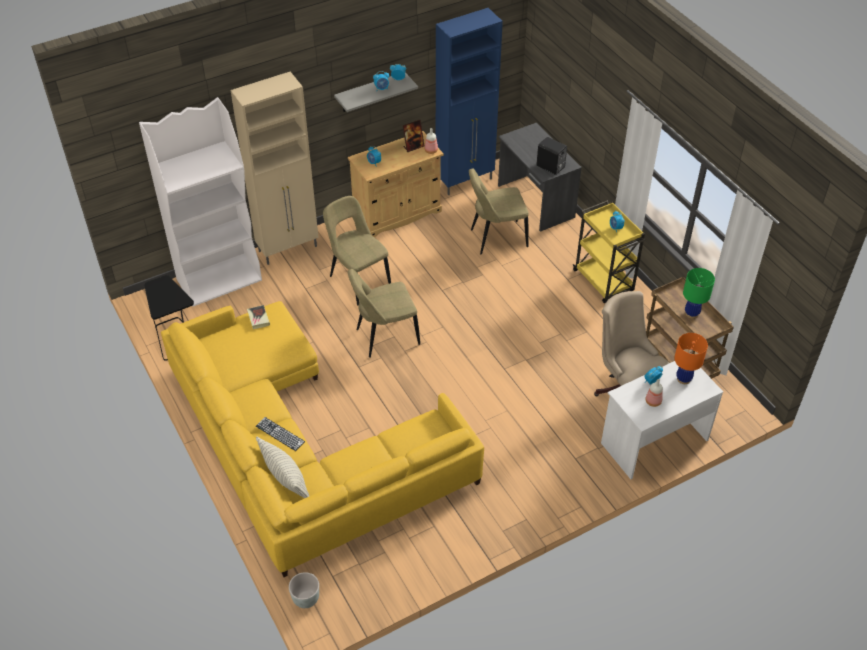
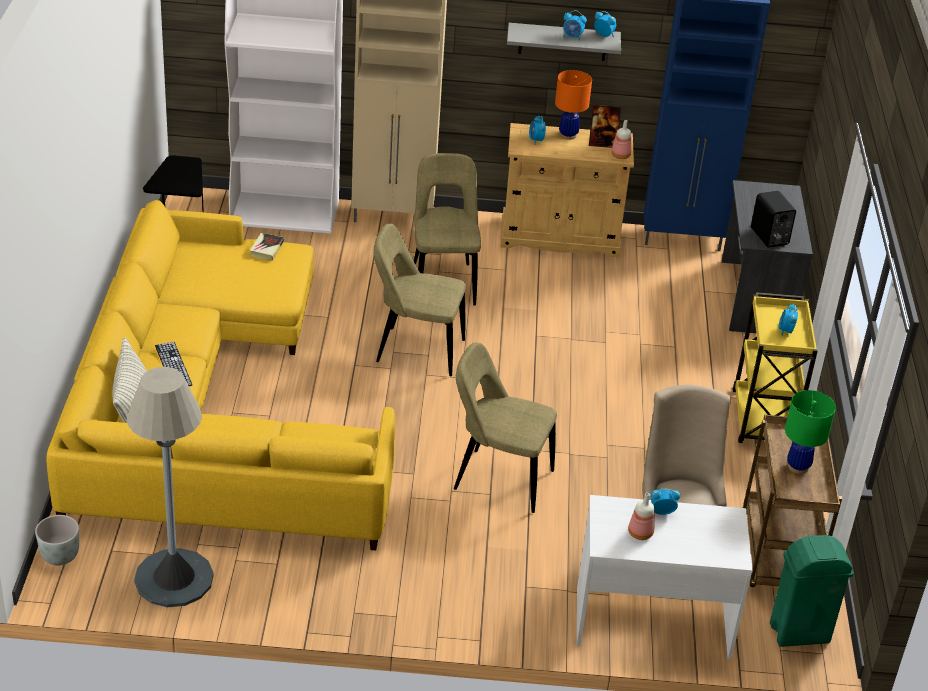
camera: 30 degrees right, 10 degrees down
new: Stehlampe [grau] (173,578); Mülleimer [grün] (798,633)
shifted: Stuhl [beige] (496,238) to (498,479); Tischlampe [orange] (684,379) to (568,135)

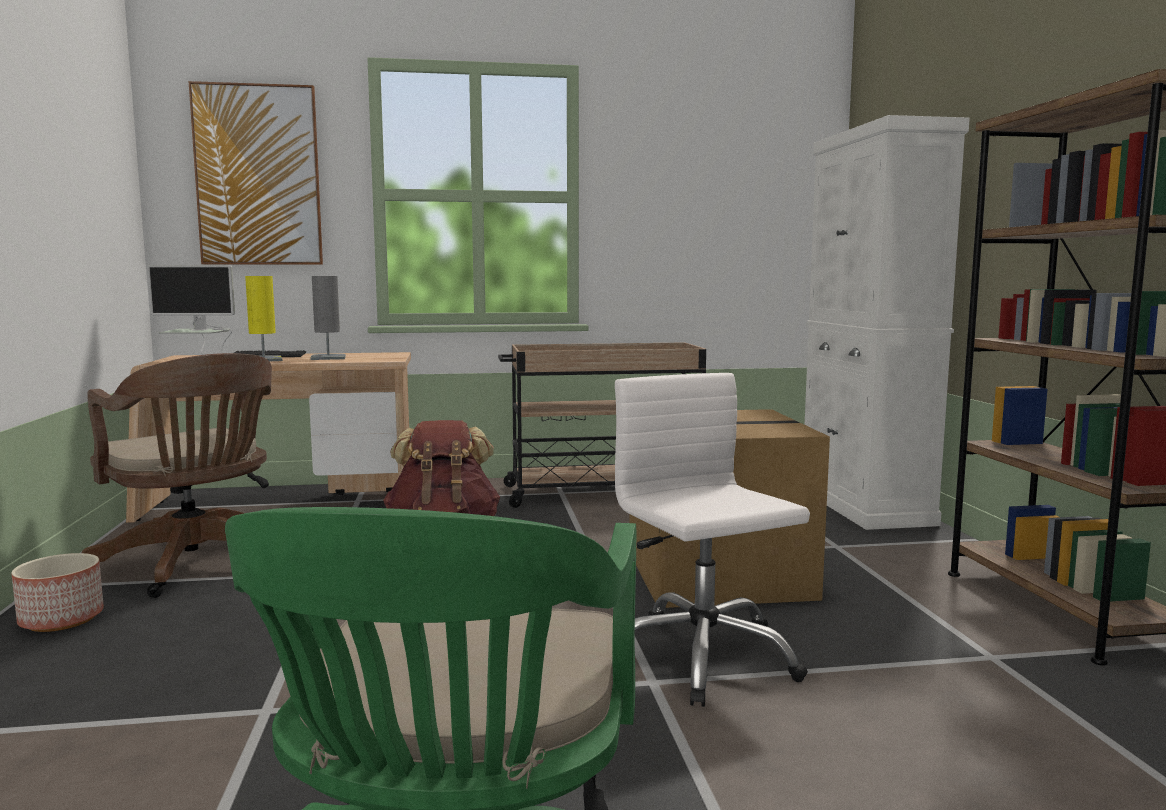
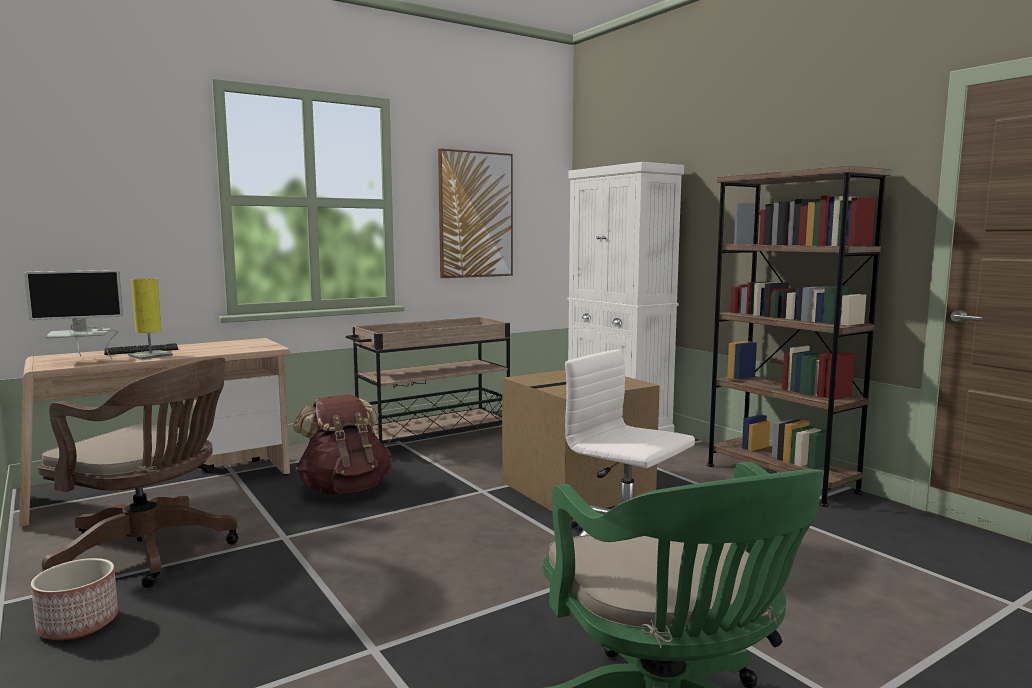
camera: 25 degrees left, 0 degrees up
gone: Tischlampe [grau] (328,358)
shifted: Bild (258,176) to (475,215)

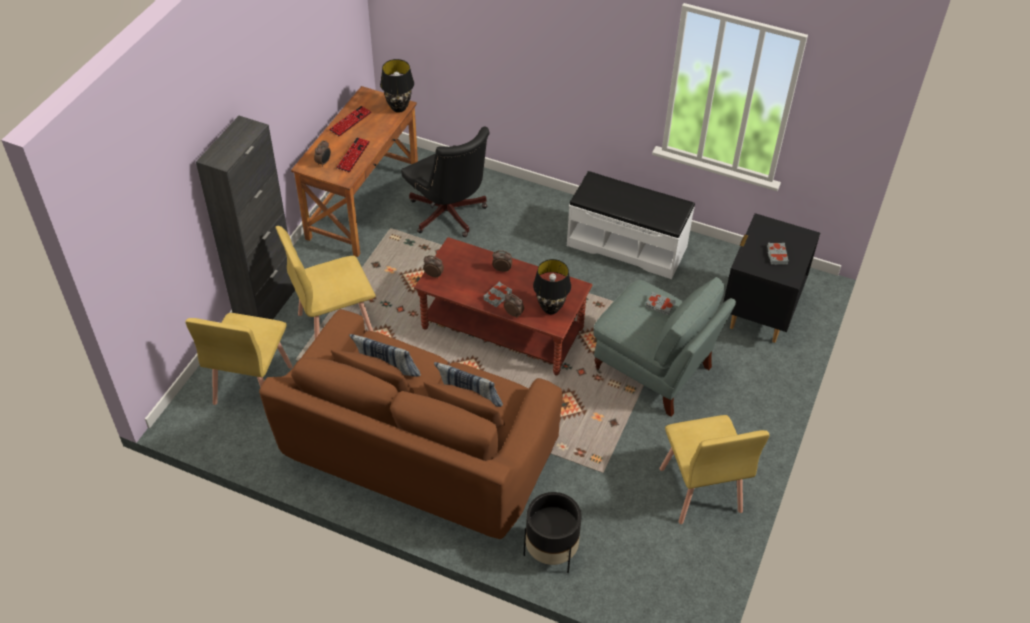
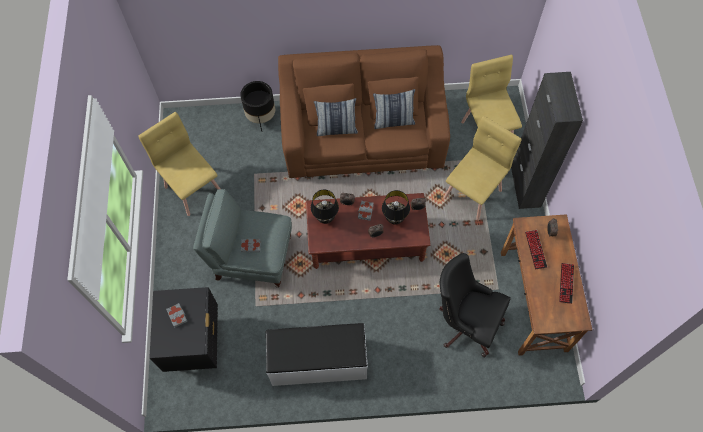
camera: 155 degrees right, 15 degrees up
shifted: Tischlampe [schwarz] (399,108) to (394,219)

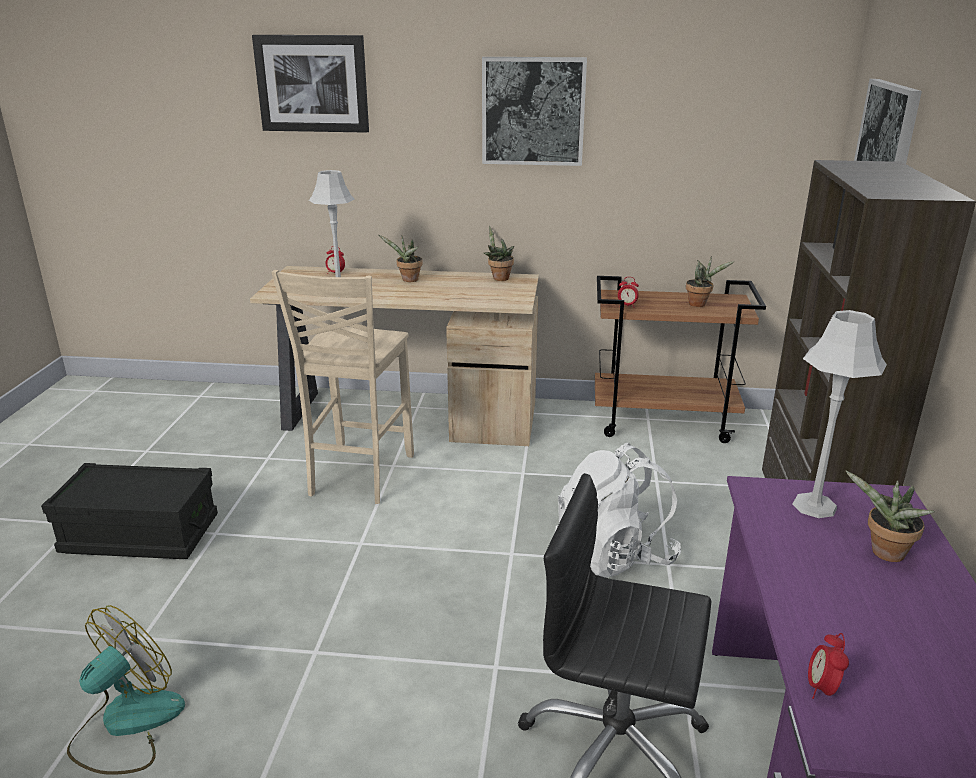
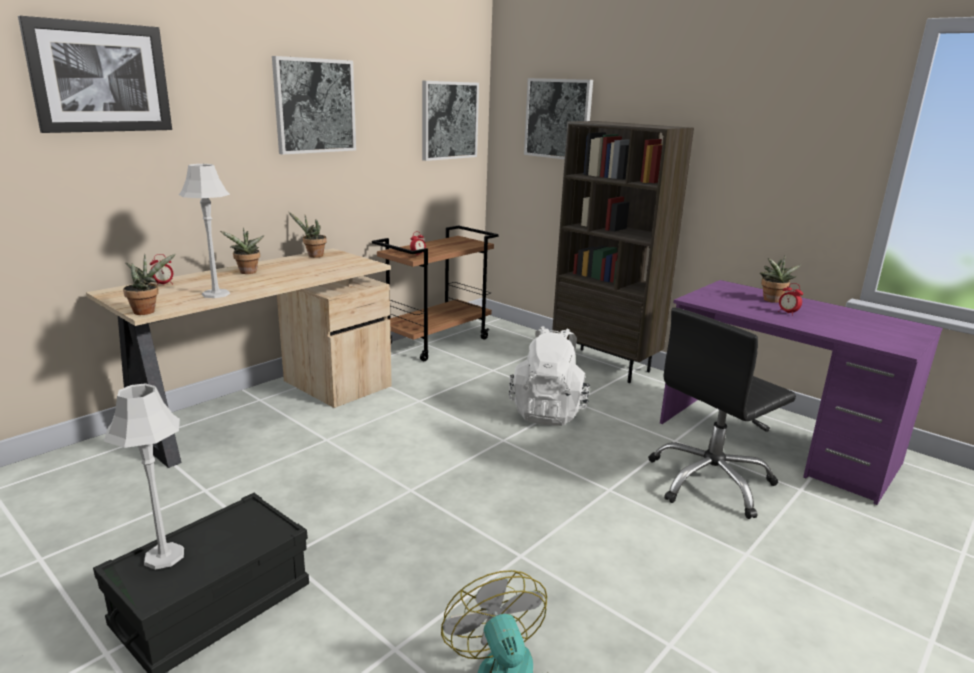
camera: 55 degrees left, 5 degrees down
gone: Stuhl [beige] (358,476)
new: Bild (449,120)
shifted: Topfpflanze (700,304) to (147,311); Tischlampe [grau] (814,506) to (163,556); Wecker (821,688) to (787,313)

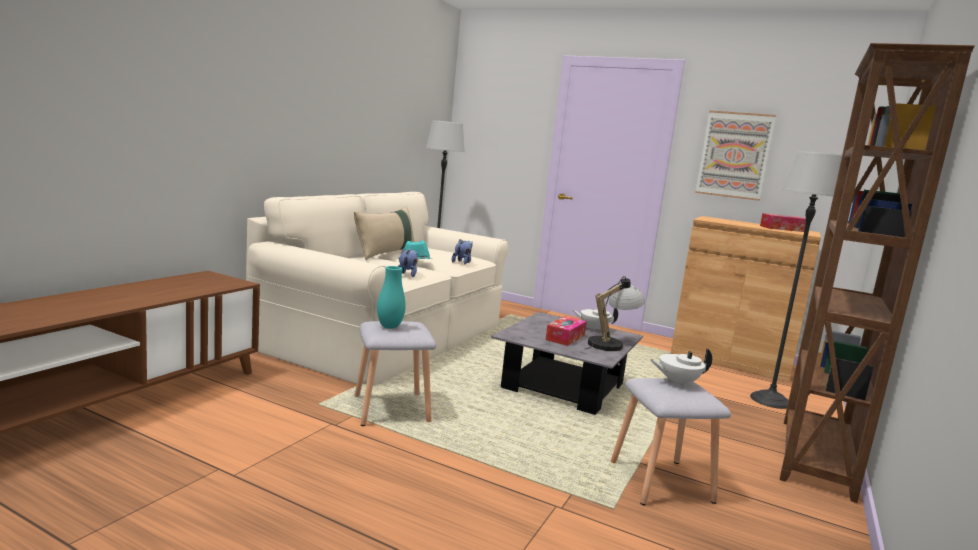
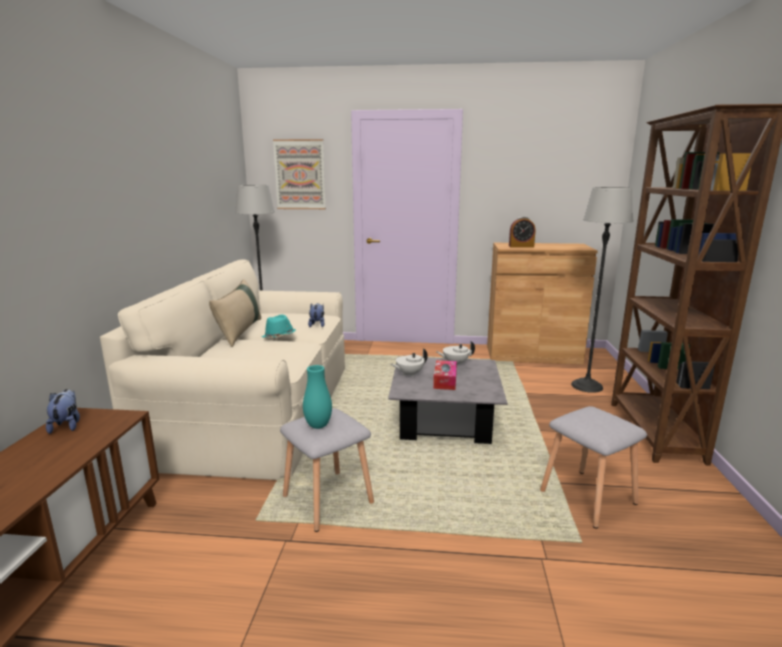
camera: 20 degrees left, 5 degrees up
gone: Tischlampe (611,344); Taschentuchbox (782,229)
new: Wecker (521,246)
shifted: Plüschtier (407,275) to (67,425); Teekanne [weiß] (677,382) to (409,374); Bild (734,155) to (300,174)

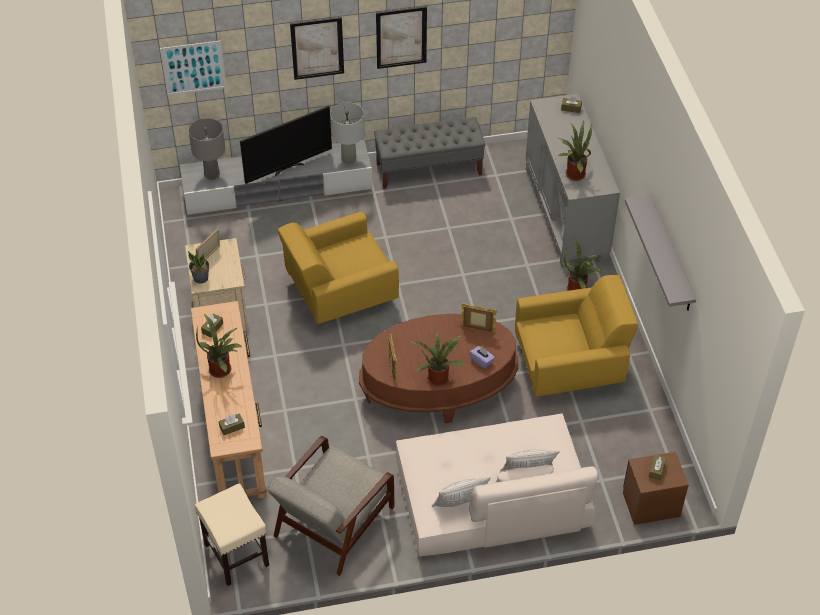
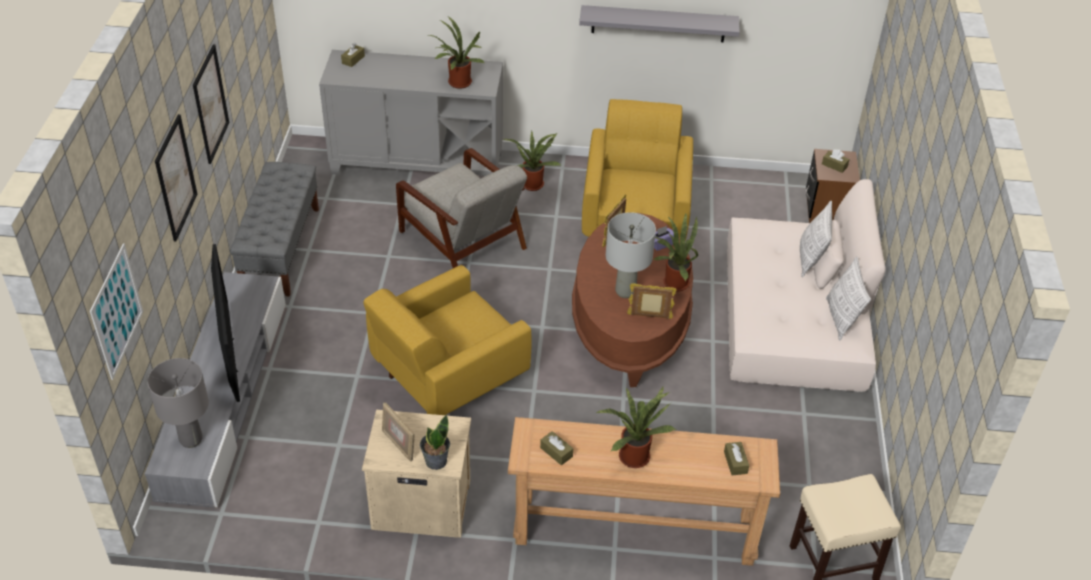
camera: 75 degrees left, 5 degrees down
shifted: Sessel [grau] (332,523) to (464,241); Tischlampe [grau] (349,158) to (625,291)
rotated: Sessel [gelb] (339,293) = (447,376) 60 degrees clockwise

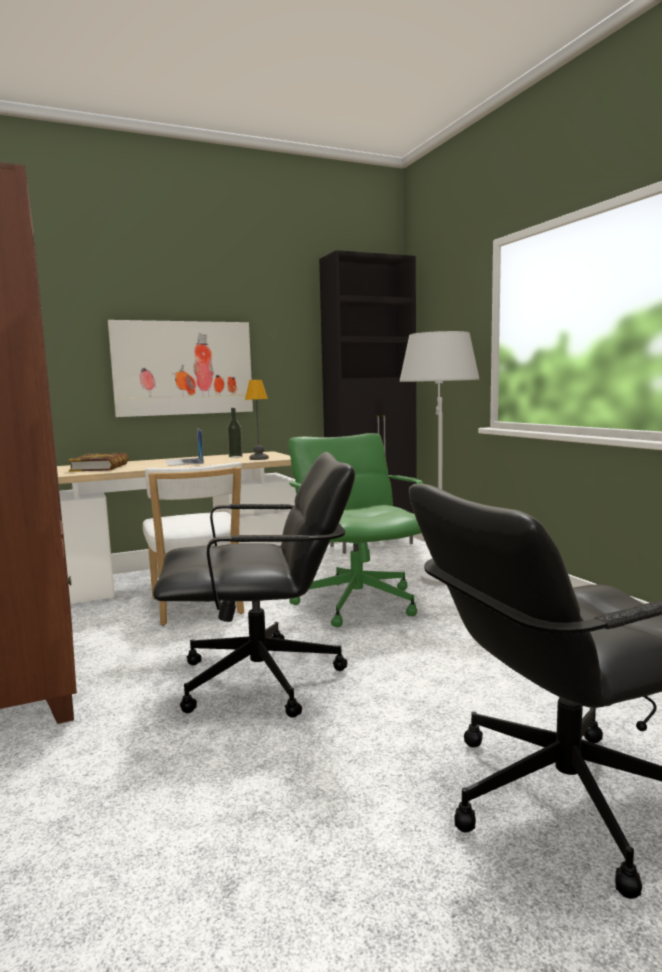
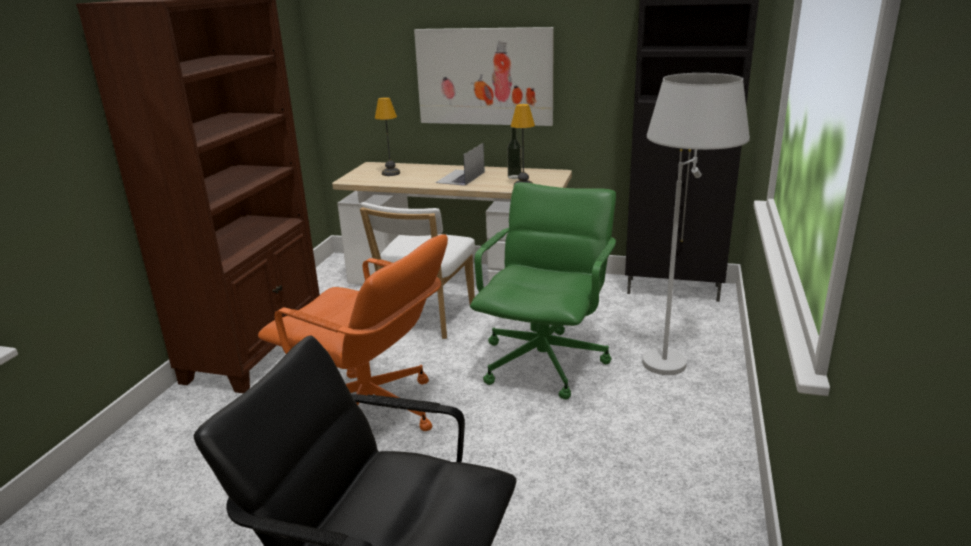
camera: 40 degrees right, 15 degrees up
swapped: Buch (100,467) to Tischlampe (391,173)
repainted: Bürostuhl [schwarz] (262,680) to Bürostuhl [orange] (369,413)

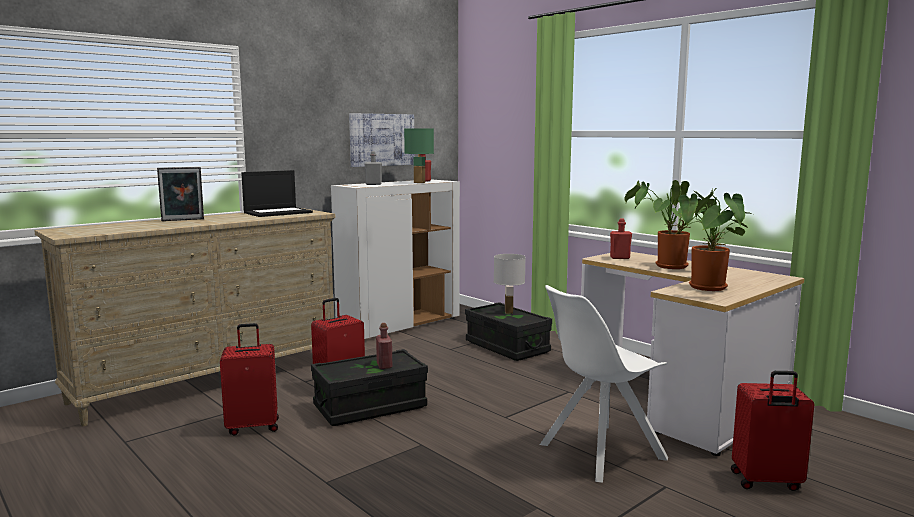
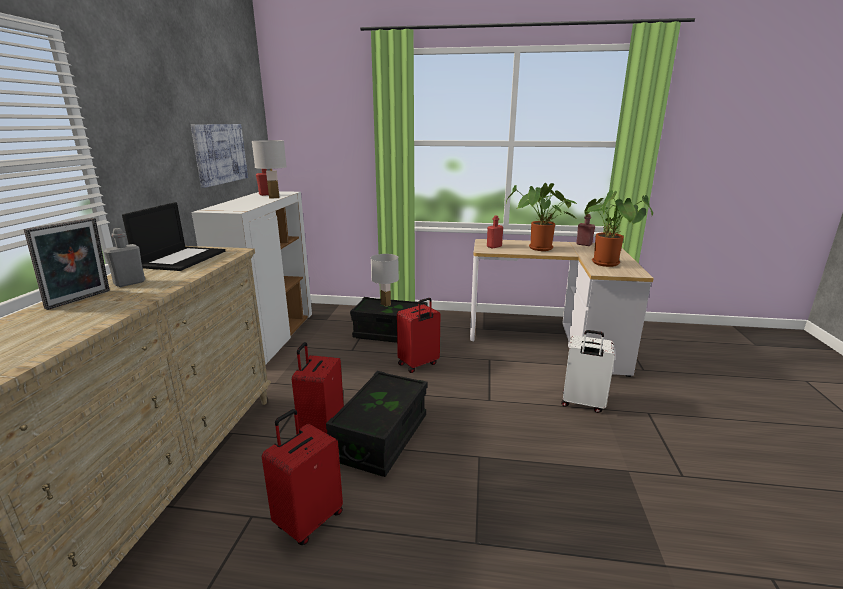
camera: 40 degrees left, 10 degrees up
shifted: Flasche [grau] (373,184) to (129,283); Flasche [rot] (384,365) to (584,244); Koffer [rot] (766,482) to (418,364)
swapped: Stuhl [weiß] (599,452) to Koffer [weiß] (582,403)
repainted: Tischlampe [grün] (419,182) to Tischlampe [weiß] (274,197)

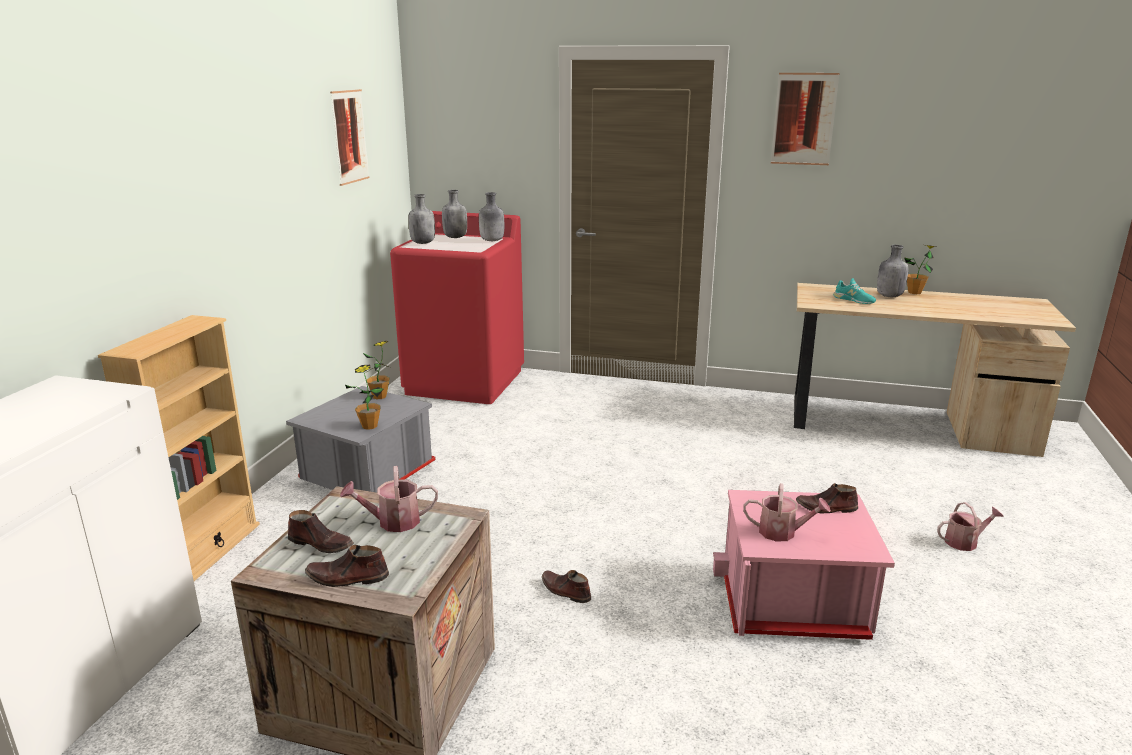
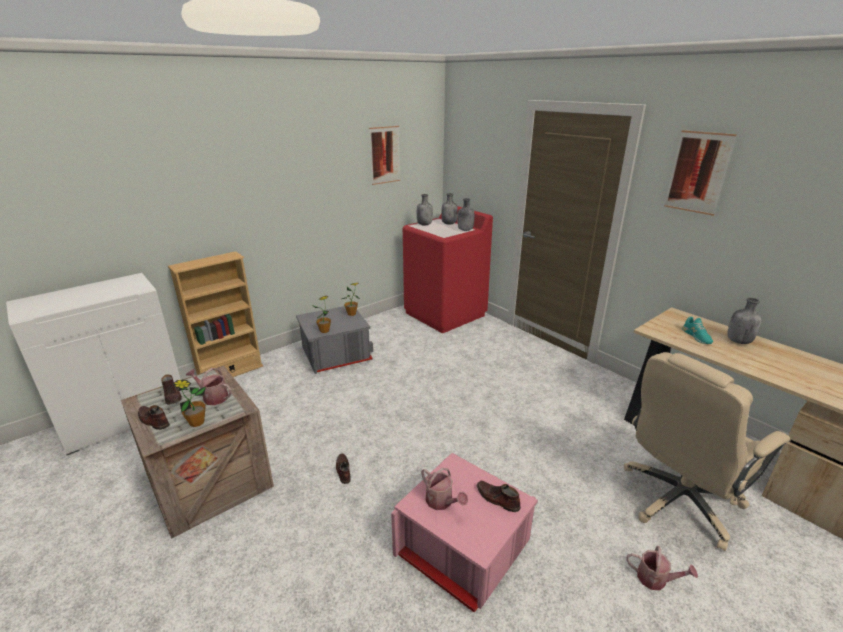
camera: 35 degrees right, 5 degrees up
new: Bürostuhl [beige] (679,501)
shifted: Topfpflanze (914,292) to (197,422)

